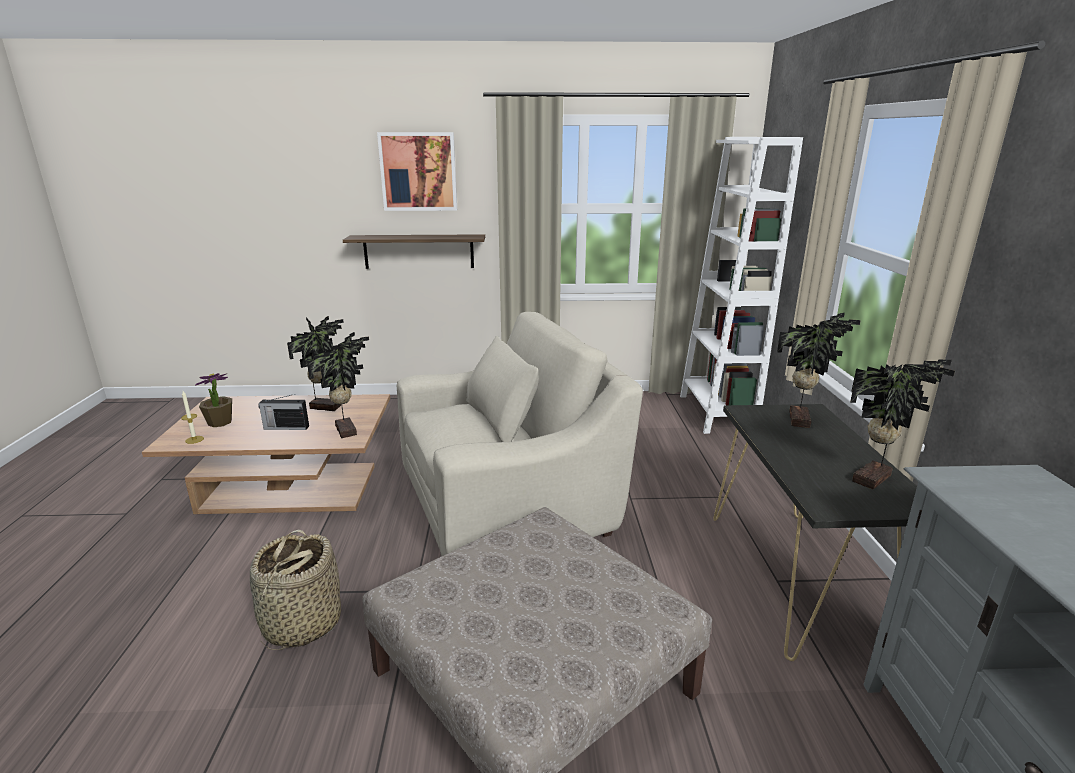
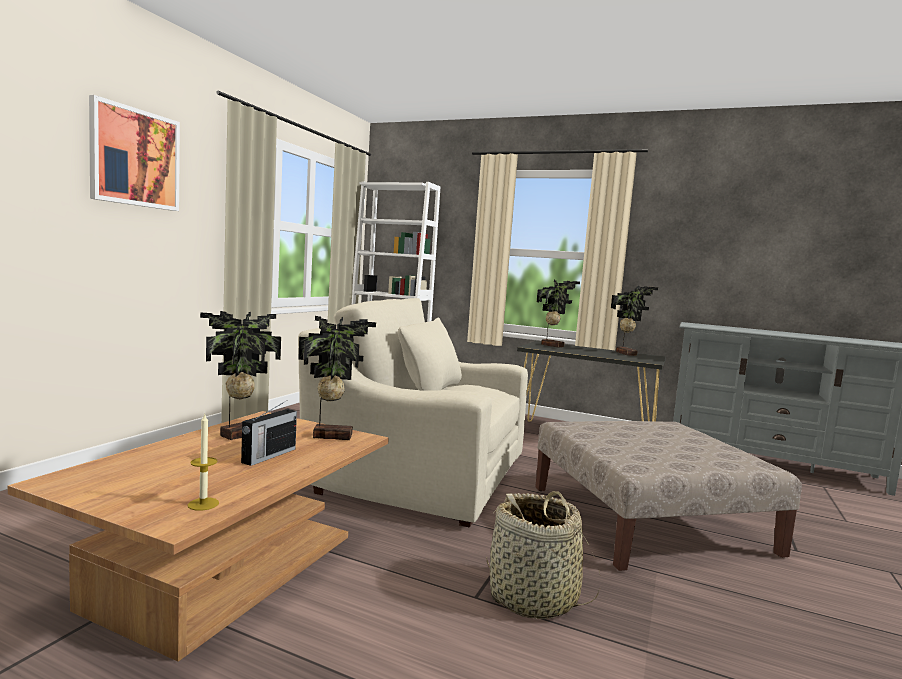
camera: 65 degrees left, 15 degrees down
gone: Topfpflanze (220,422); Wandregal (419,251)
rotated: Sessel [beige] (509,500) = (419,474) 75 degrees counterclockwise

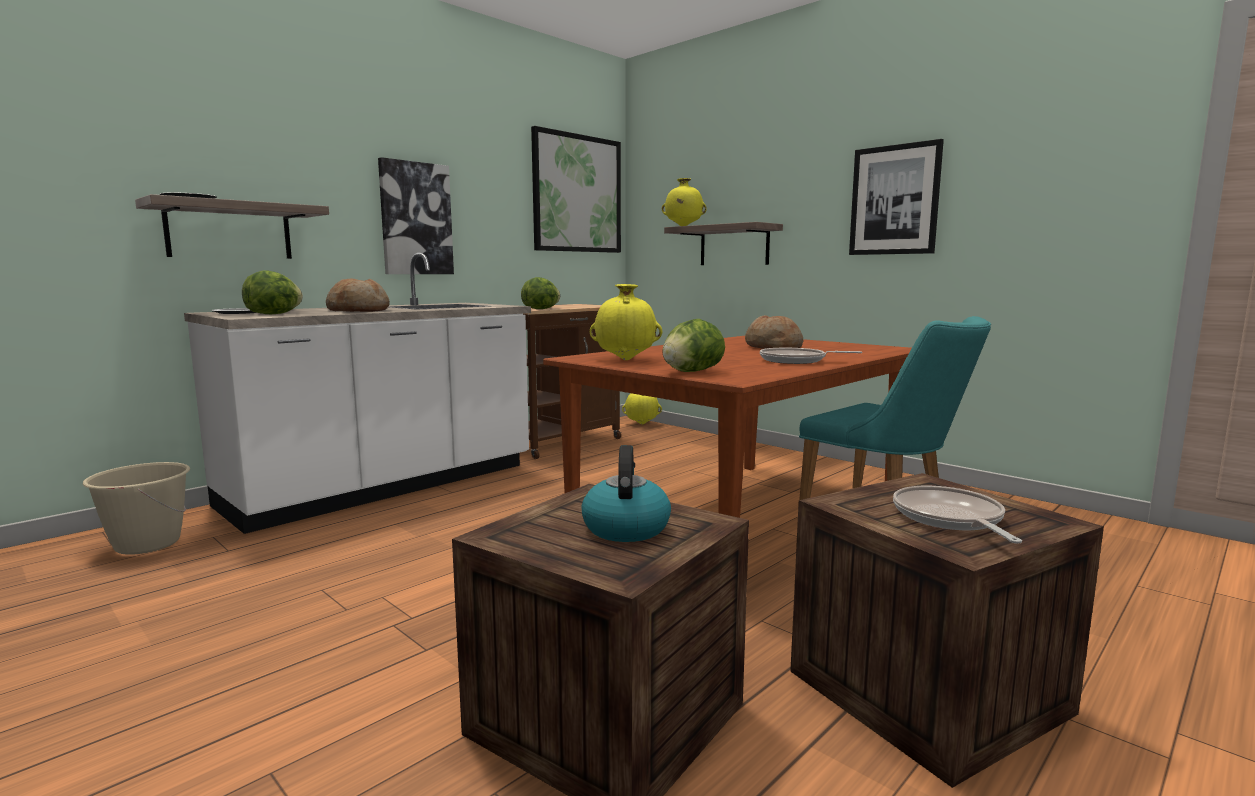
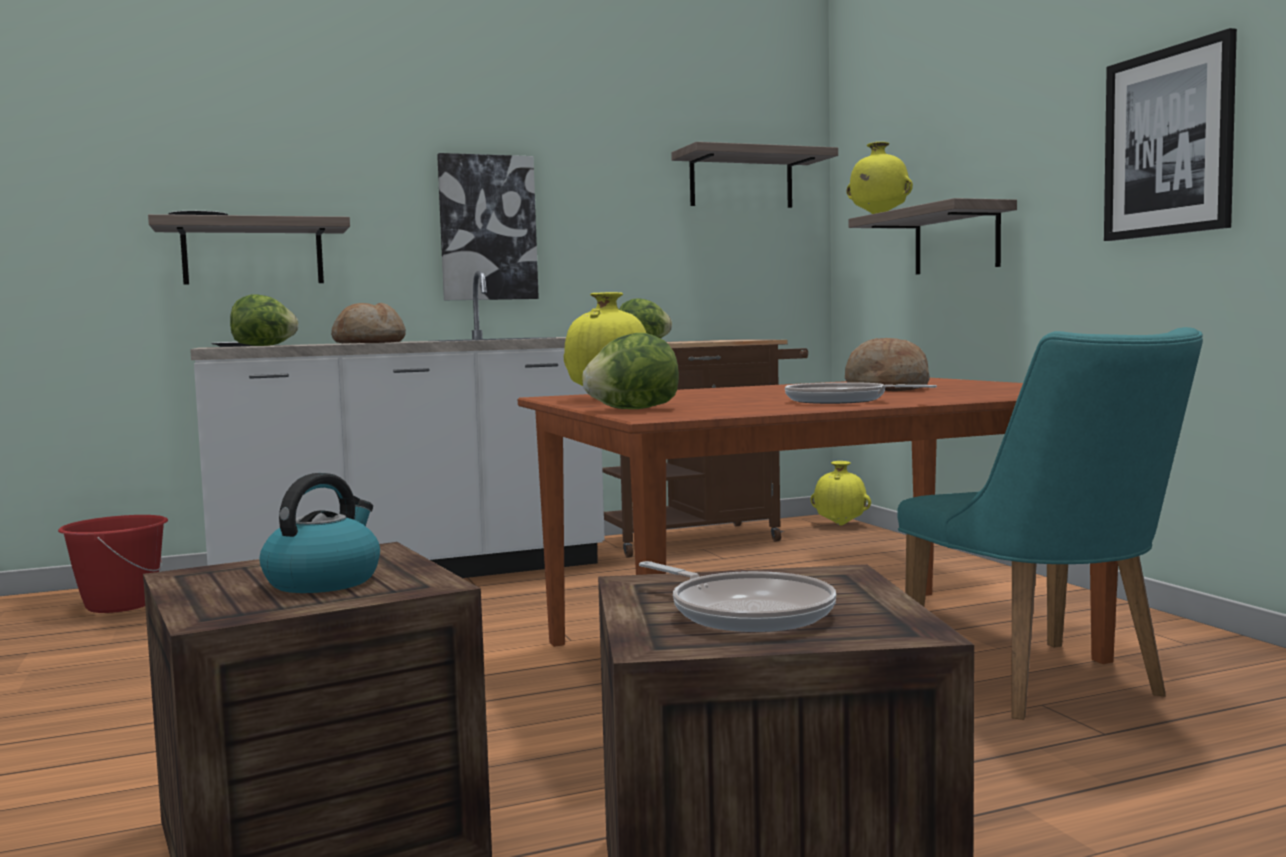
camera: 25 degrees right, 5 degrees down
swapped: Bild (577,194) to Wandregal (741,180)
repainted: Eimer [beige] (147,544) to Eimer [rot] (119,605)
rotated: Pfanne (950,519) = (745,612) 120 degrees clockwise

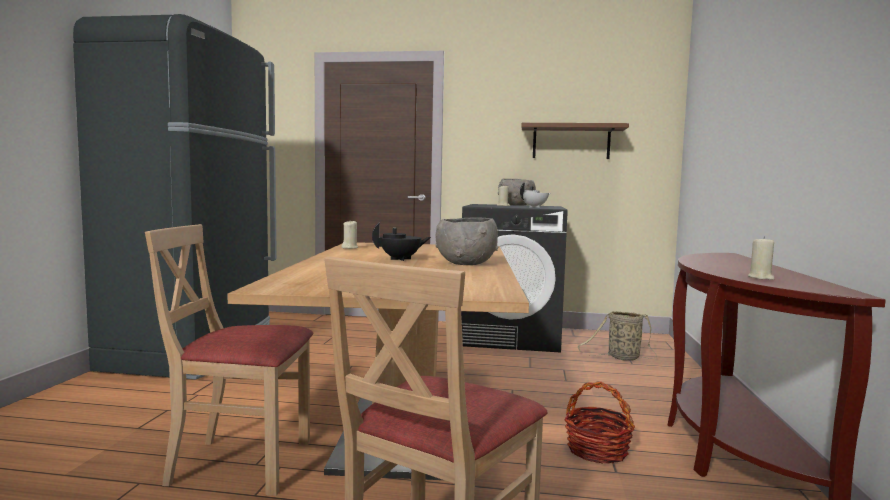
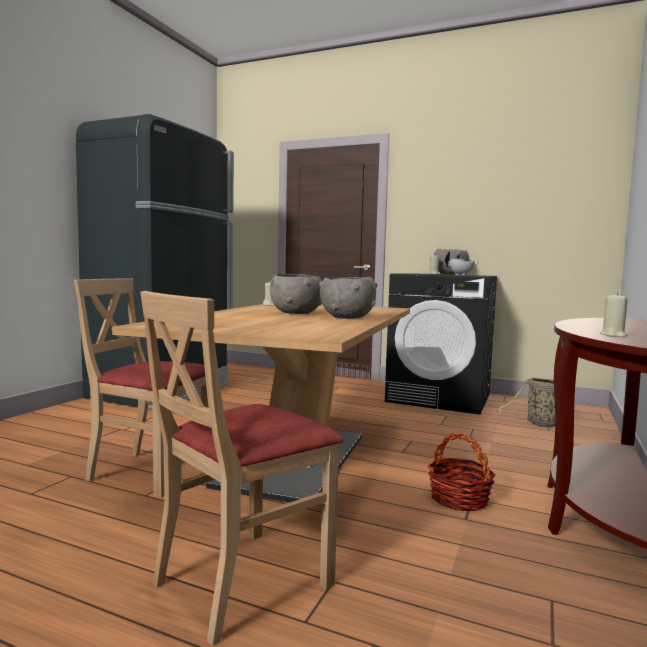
camera: 15 degrees right, 0 degrees up
gone: Wandregal [braun] (571,142)
swapped: Teekanne [schwarz] (401,259) to Schüssel [grau] (296,313)

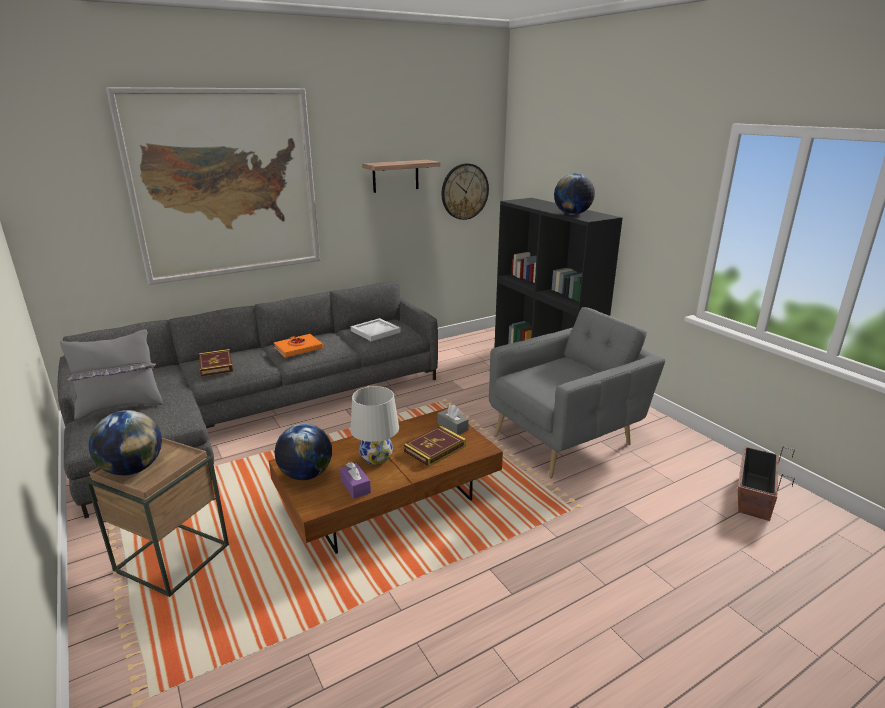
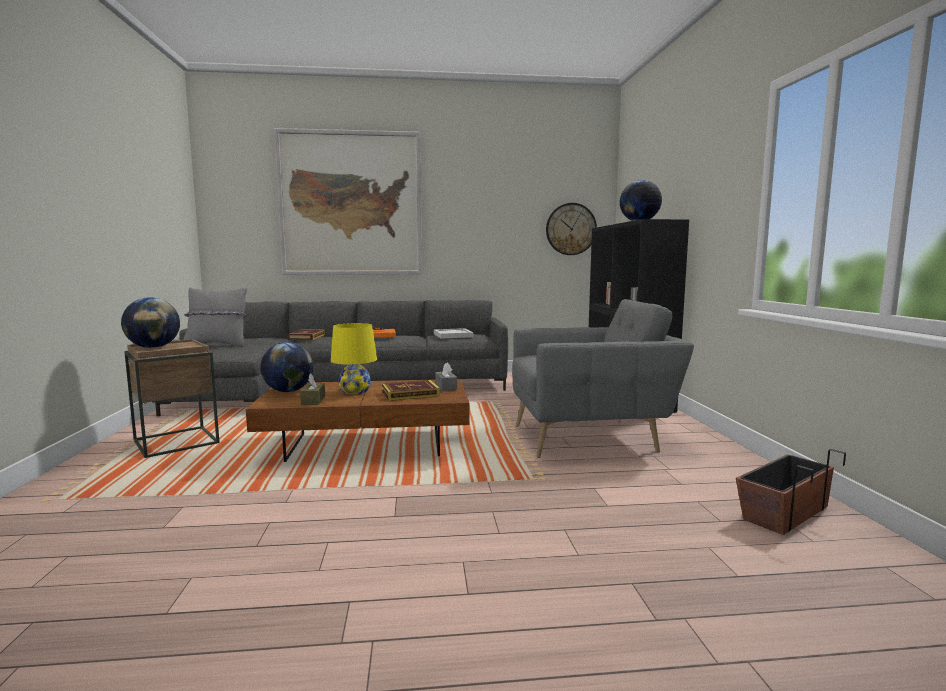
camera: 25 degrees right, 15 degrees down
gone: Wandregal (395,176)
repainted: Taschentuchbox [lila] (355,486) to Taschentuchbox [braun] (313,400); Tischlampe [weiß] (376,457) to Tischlampe [gelb] (355,391)

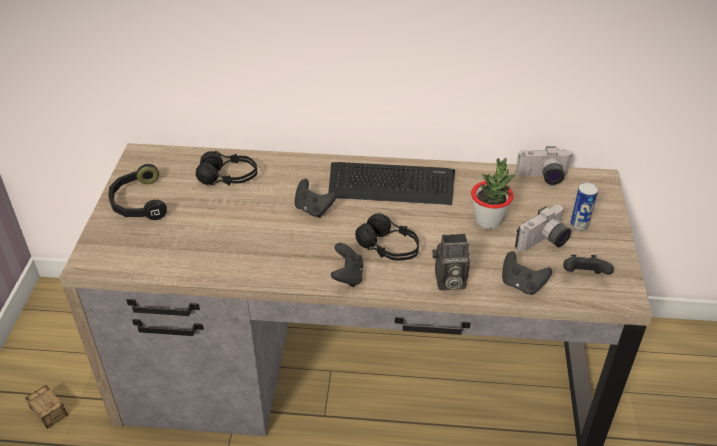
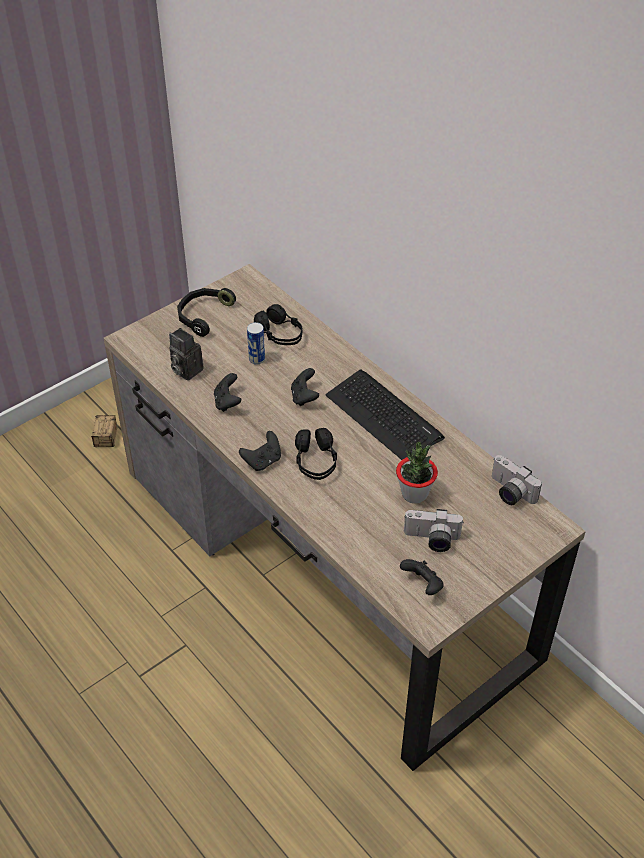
camera: 45 degrees right, 5 degrees up
shifted: Kamera (448,282) to (185,370); Gamepad [schwarz] (521,285) to (227,402); Dose (579,225) to (257,359)

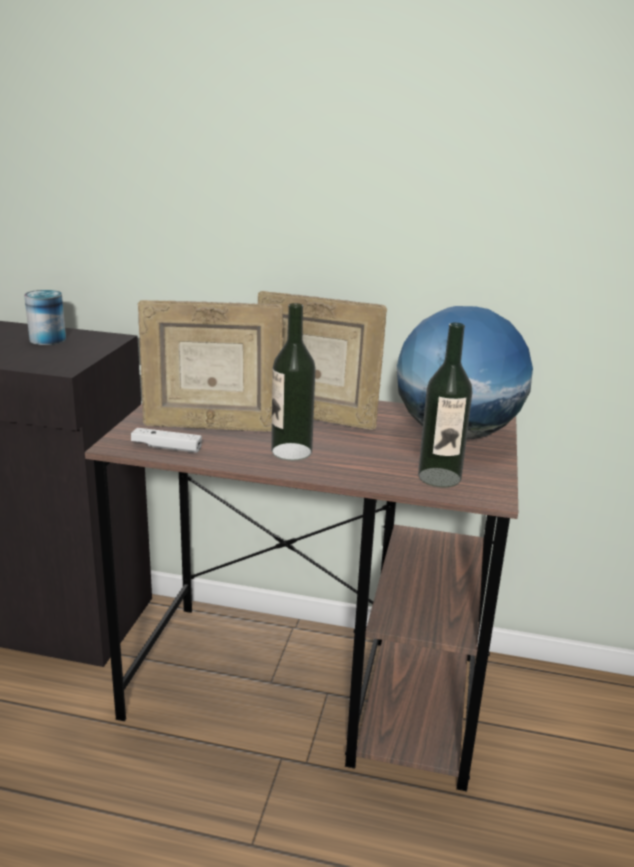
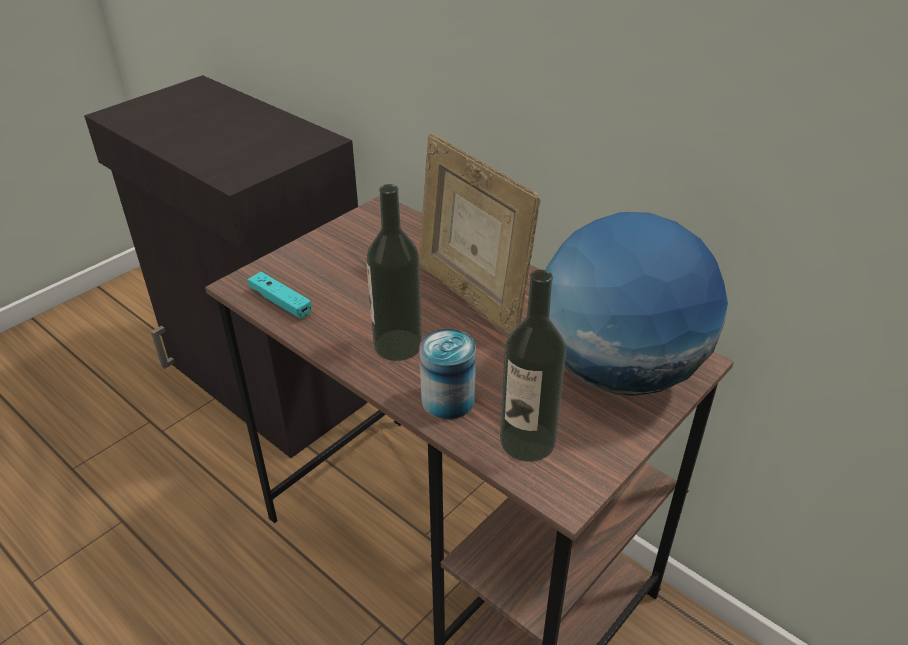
camera: 30 degrees right, 15 degrees up
gone: Bilderrahmen (211,427)
shifted: Dose (47,339) to (448,400)
repainted: Gamepad [weiß] (166,447) to Gamepad [türkis] (280,302)

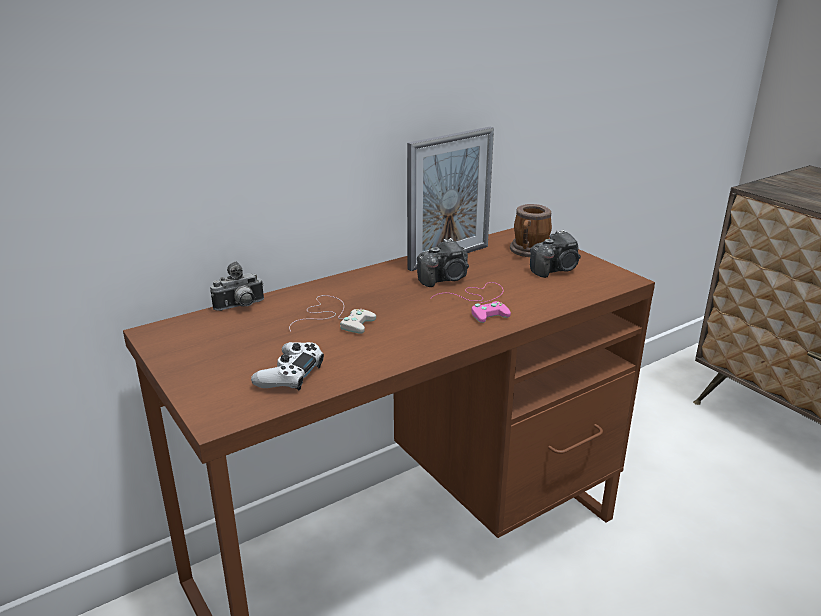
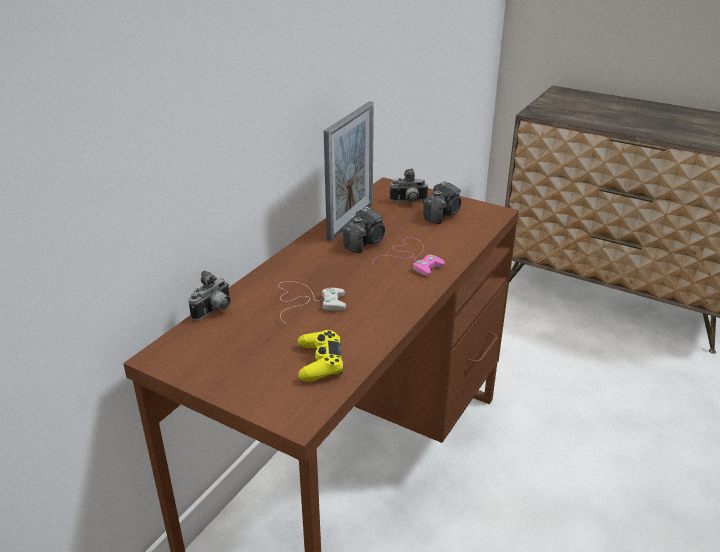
camera: 25 degrees left, 5 degrees up
swapped: Henkelbecher (529,251) to Kamera (408,202)
repainted: Gamepad [weiß] (290,374) to Gamepad [gelb] (320,362)

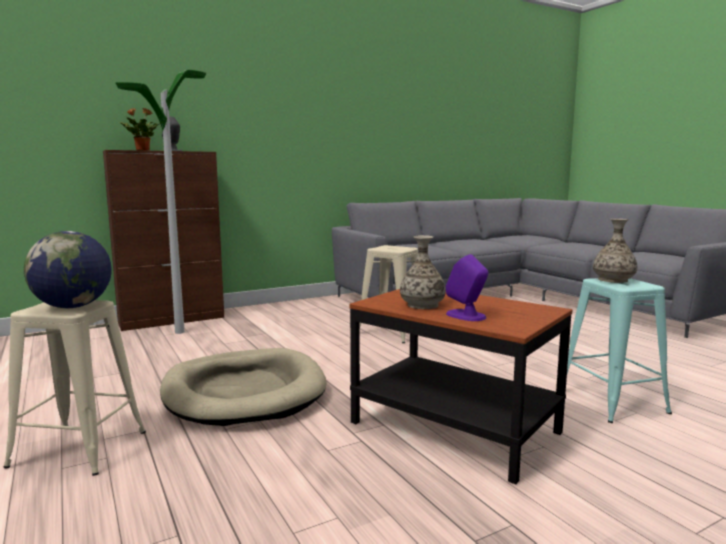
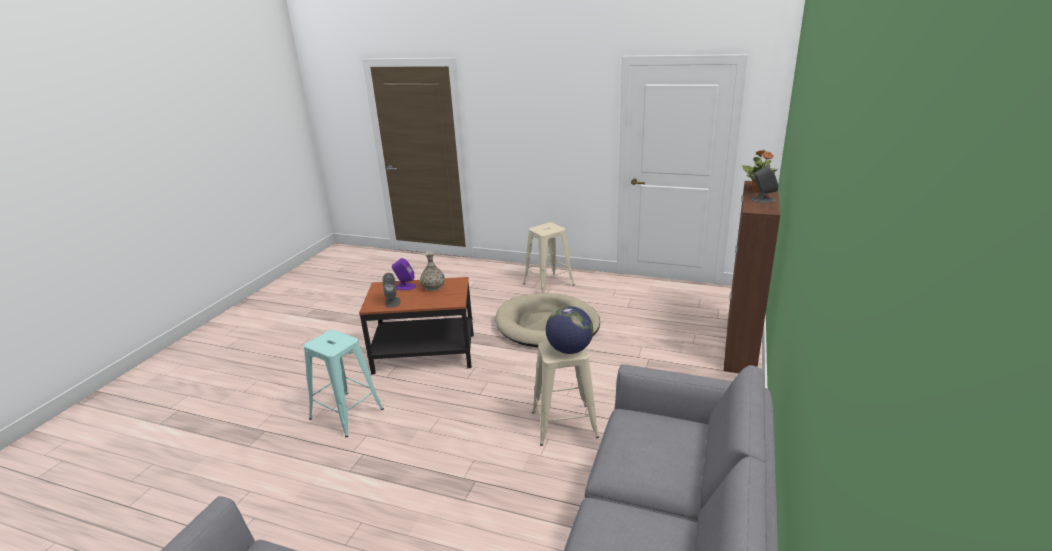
camera: 140 degrees right, 15 degrees up
gone: Stehlampe (179,332); Vase (613,280)
new: Lautsprecher [grau] (392,302)
shifted: Globus (73,307) to (569,350)

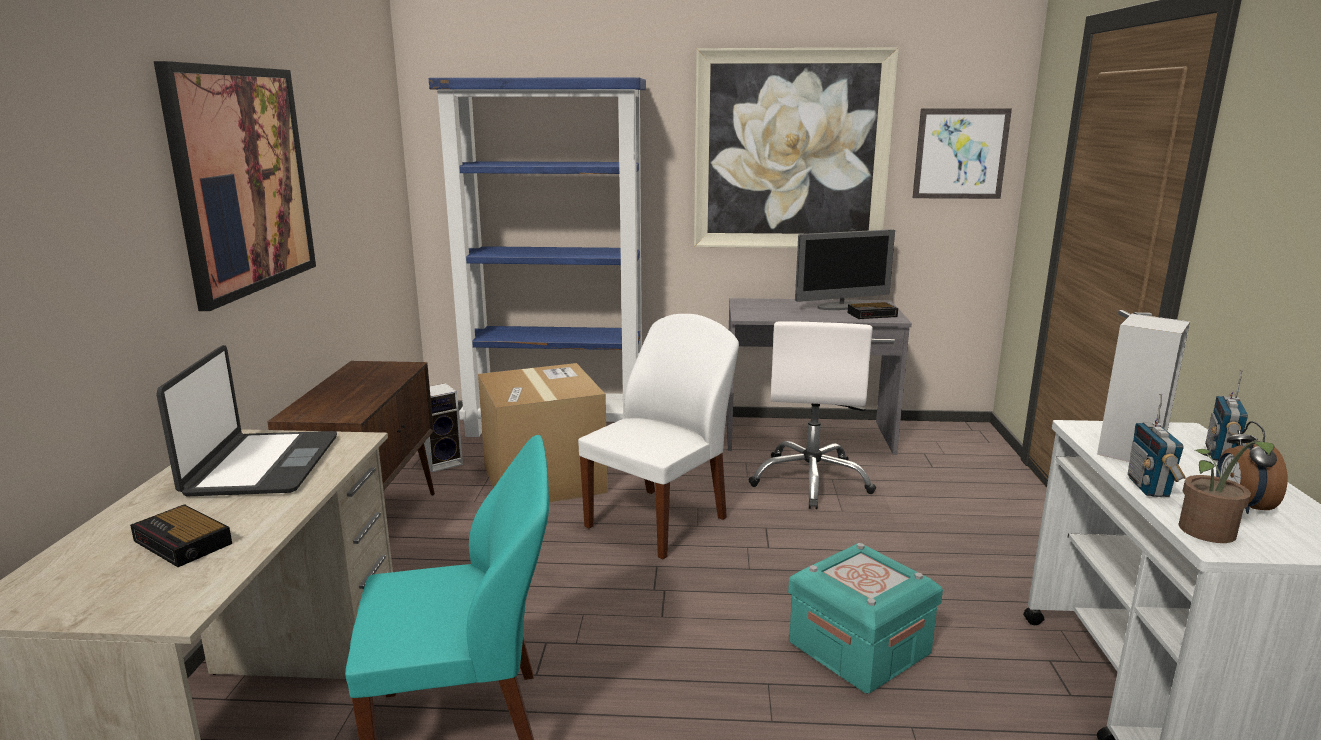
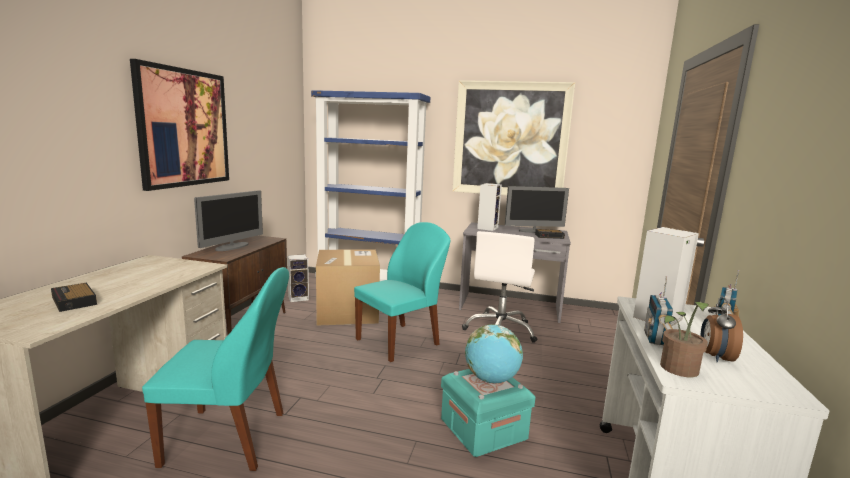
camera: 10 degrees right, 5 degrees down
gone: Laptop (261,466); Bild (960,154)
new: Monitor (232,247); Globus (491,380); Lautsprecher (487,228)
repainted: Stuhl [weiß] (659,521) to Stuhl [türkis] (399,341)

